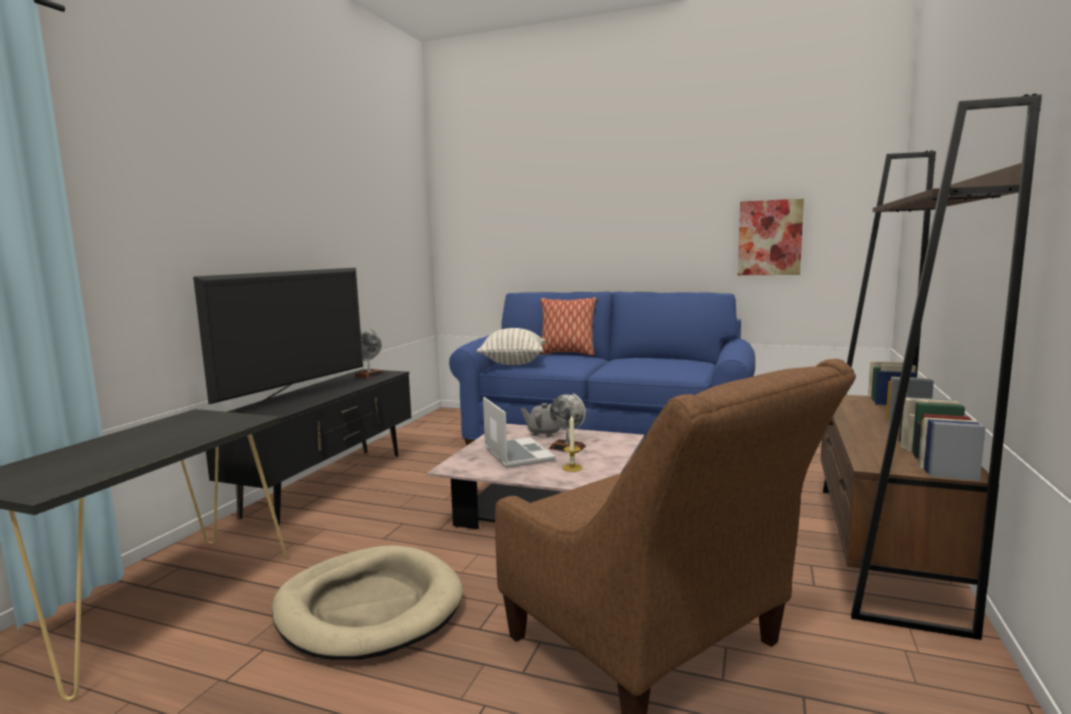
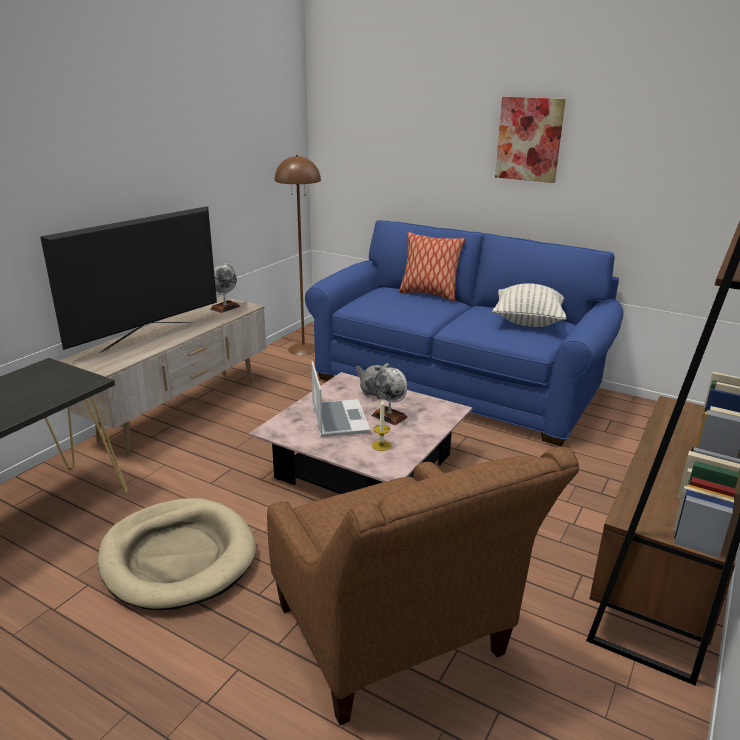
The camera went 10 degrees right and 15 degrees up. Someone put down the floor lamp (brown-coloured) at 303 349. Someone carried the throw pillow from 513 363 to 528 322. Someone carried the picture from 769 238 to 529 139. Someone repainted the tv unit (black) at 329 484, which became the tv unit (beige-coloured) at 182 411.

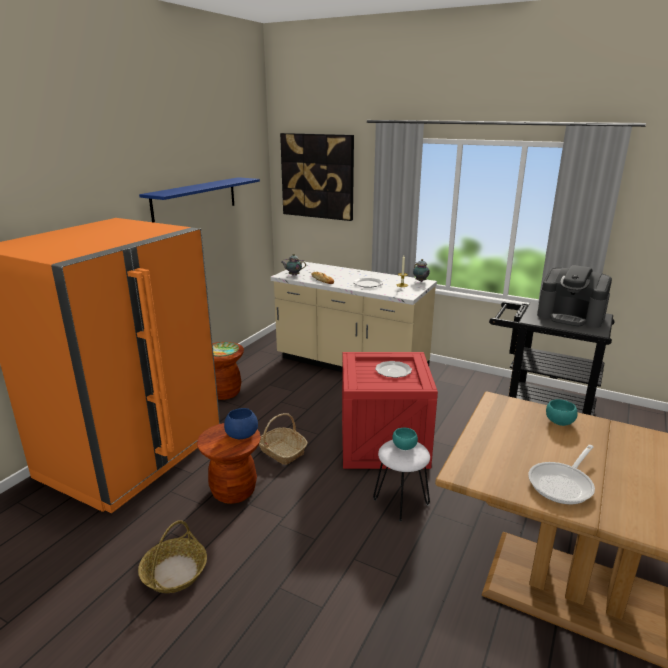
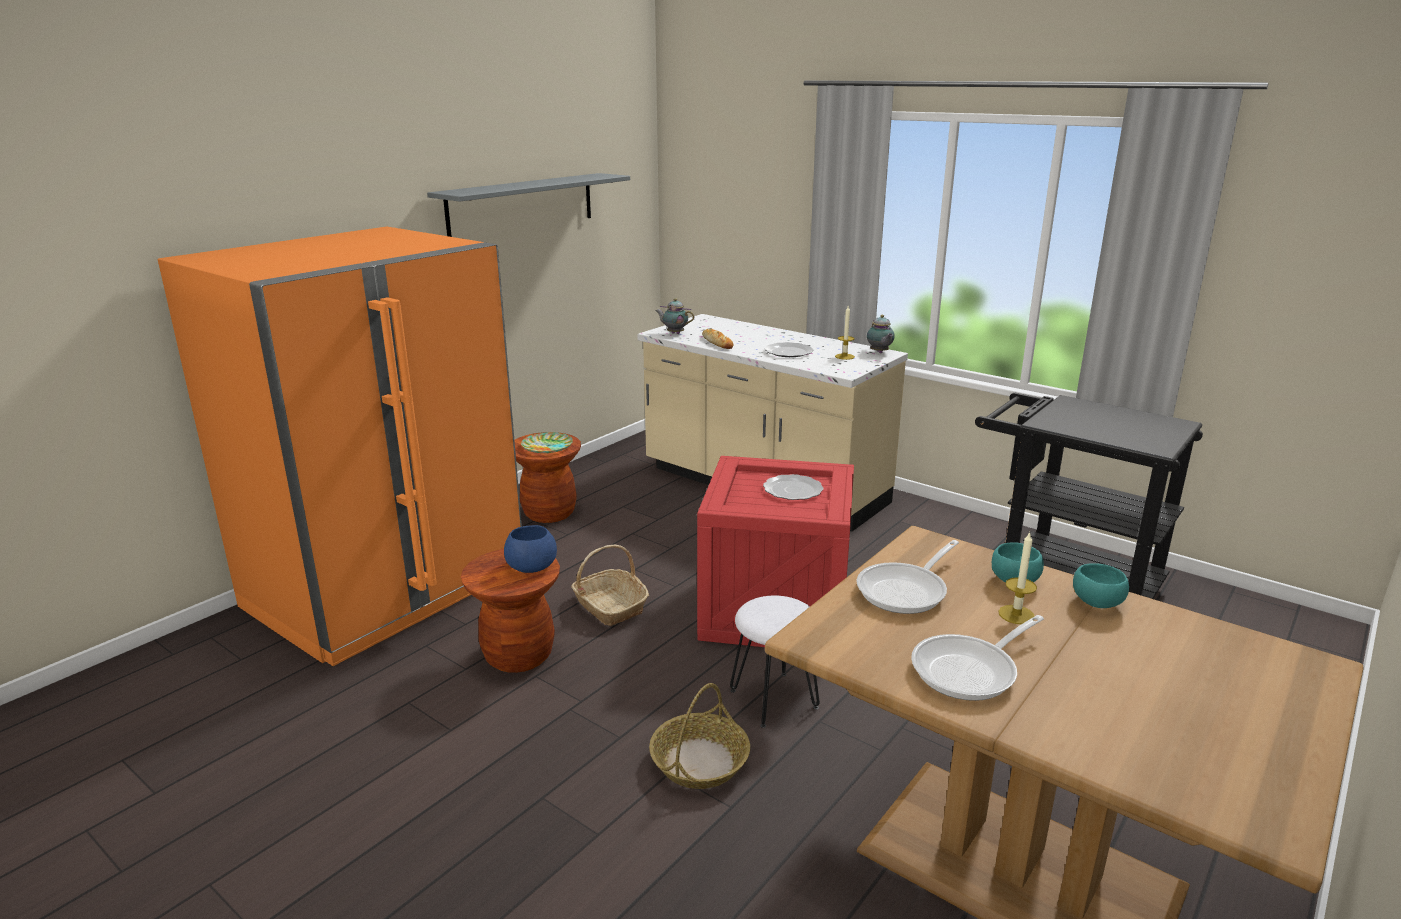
The camera went 10 degrees right and 0 degrees up. Someone took away the picture at 317 176. Someone took away the coffee machine at 571 316. Someone put down the pan at 906 591. Someone put down the wax light at 1016 614. Someone carried the storage basket from 174 572 to 699 761. Someone carried the deep dish (blue-green) from 404 447 to 1096 603. Someone repainted the shelf (blue-coloured) at 195 199, which became the shelf (grey) at 522 205.

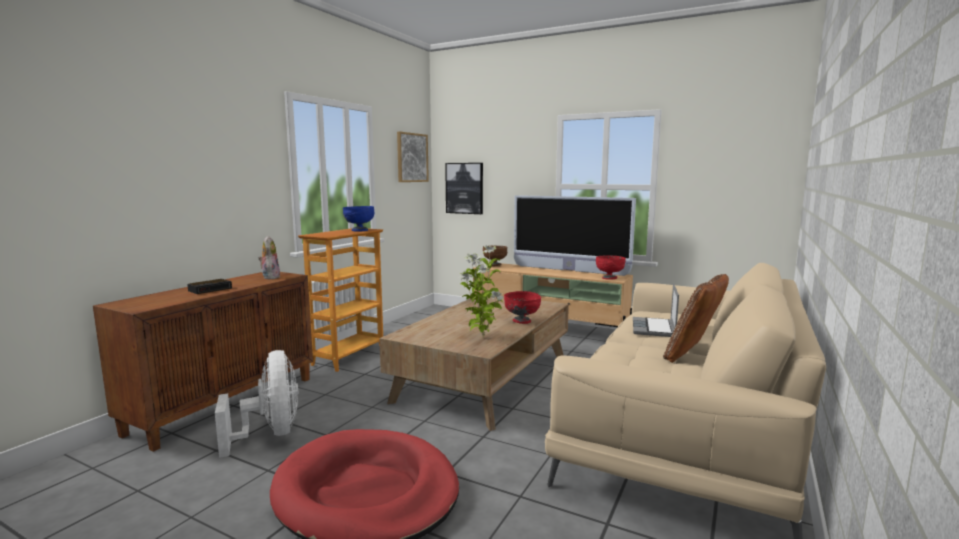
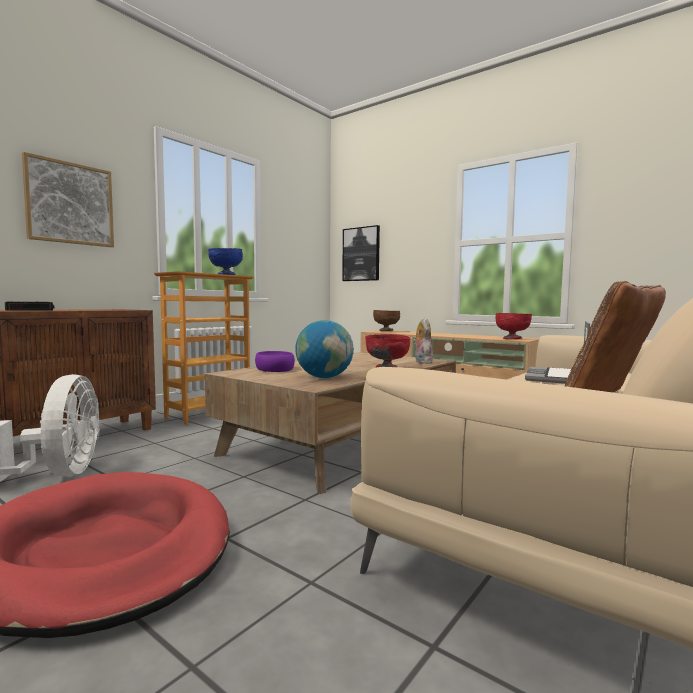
The camera went 10 degrees right and 5 degrees down. Someone took away the television at 569 270. Someone put down the deep dish (purple) at 274 368. Someone carried the cuddly toy from 270 277 to 422 362. Someone carried the picture from 412 157 to 70 203. Someone swapped the potted plant at 481 337 for the globe at 324 377.

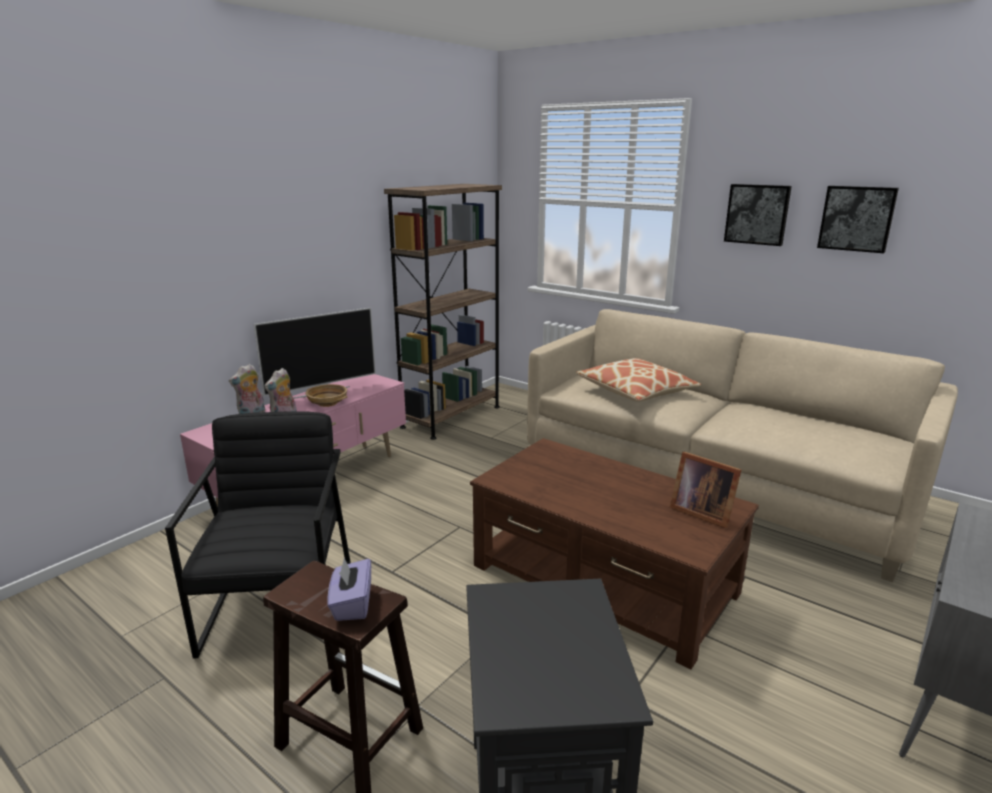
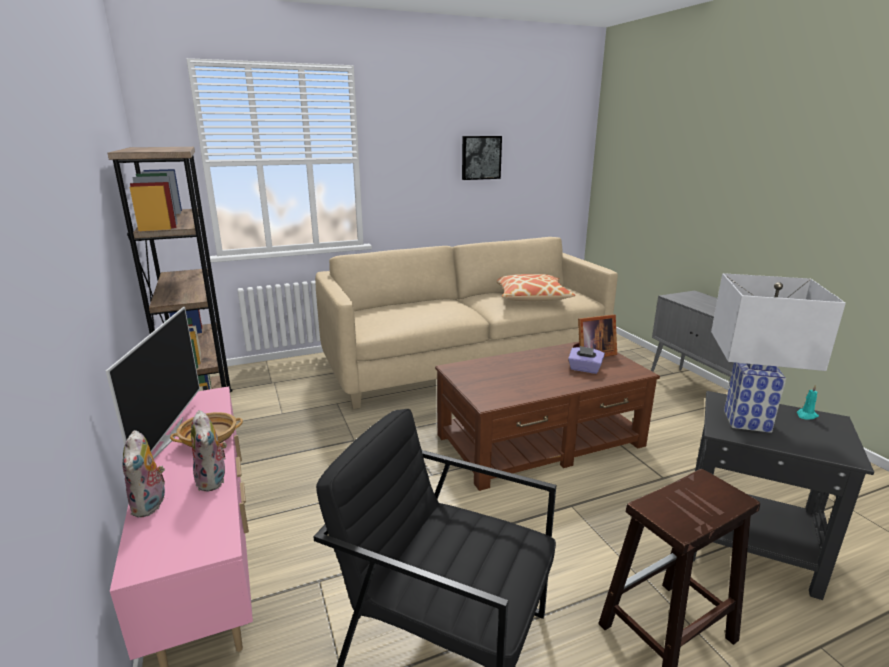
The camera went 60 degrees left and 0 degrees up. Someone took away the picture at 757 214. Someone put down the tabletop lamp (white) at 745 421. Someone put down the wax light (blue-green) at 806 415. Someone carried the tissue holder (purple) from 352 604 to 585 369. Someone carried the throw pillow from 636 391 to 531 297.

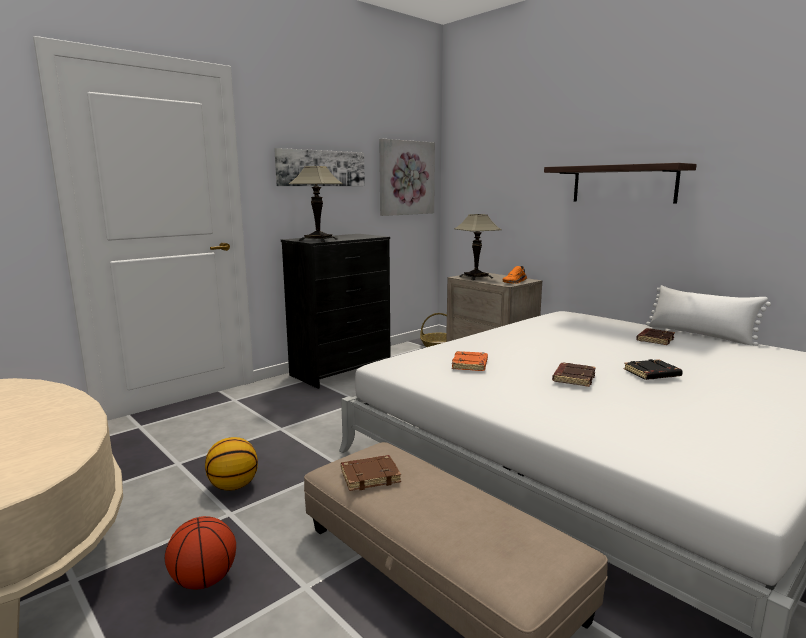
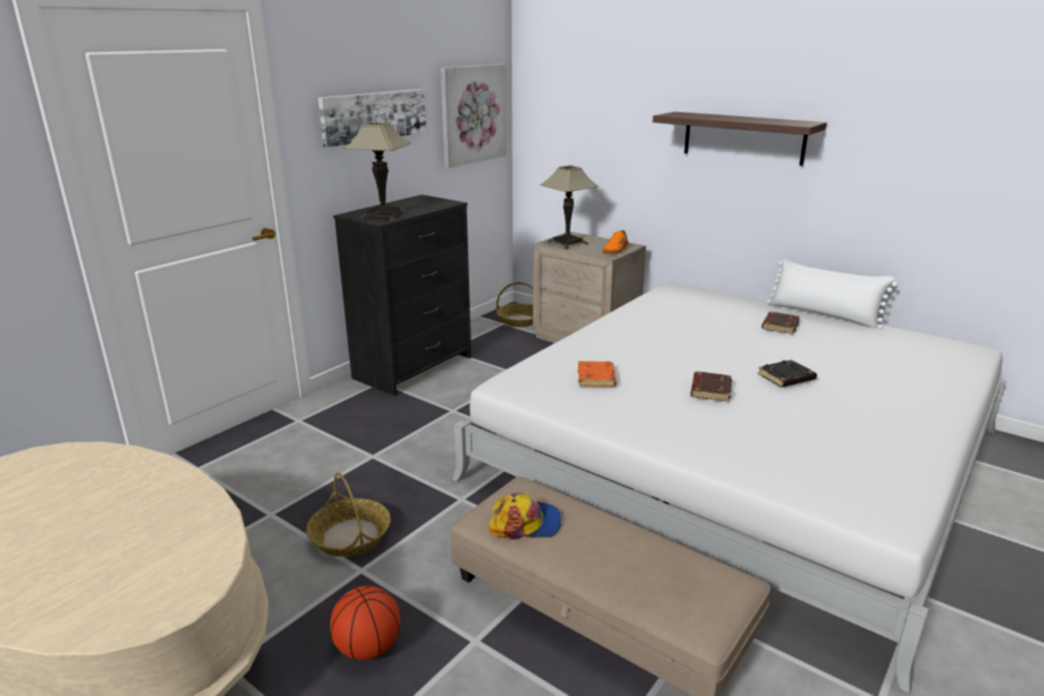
The camera went 10 degrees left and 10 degrees up. Someone swapped the basketball at 233 486 for the storage basket at 350 536. Someone swapped the book (brown-coloured) at 370 476 for the baseball cap at 525 523.

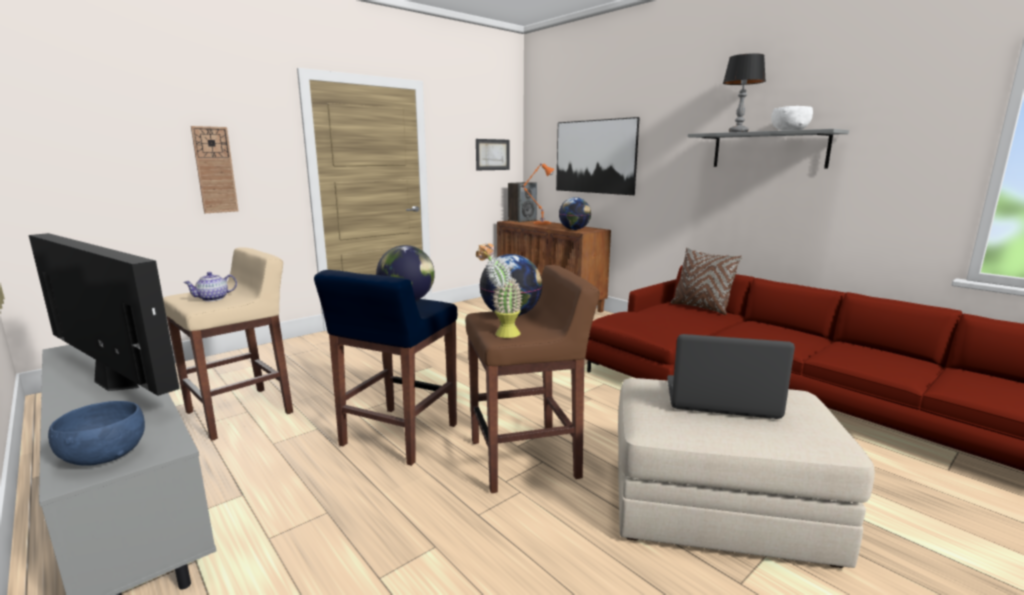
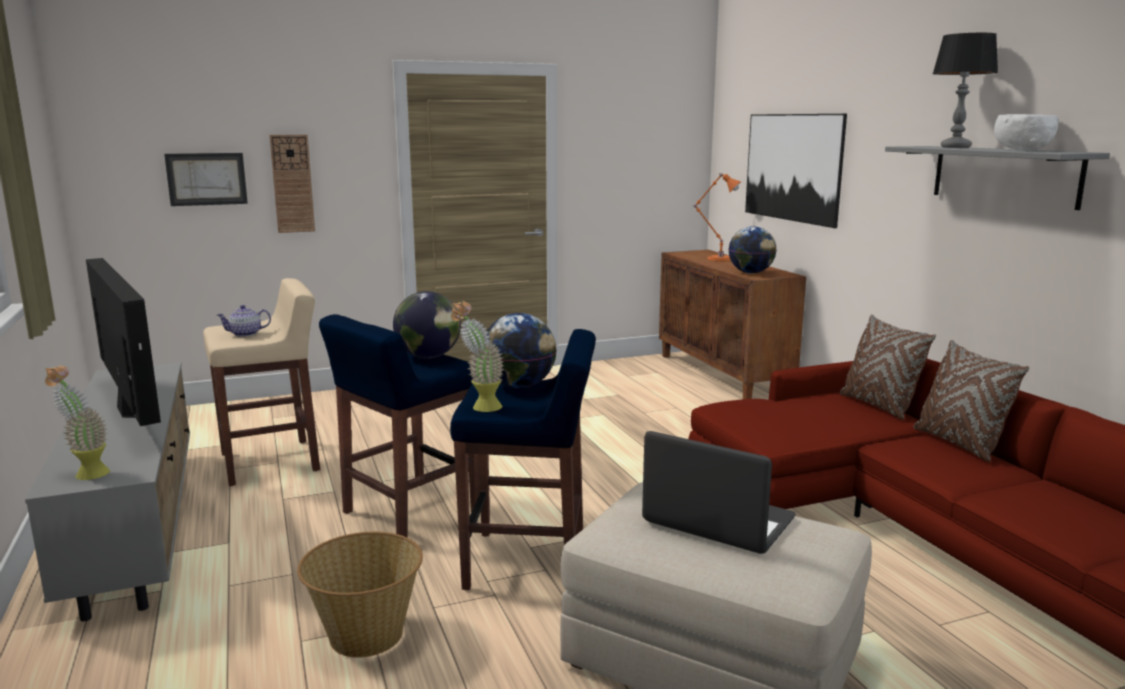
The camera went 20 degrees right and 0 degrees up. Someone took away the speaker at 522 220. Someone put down the storage basket at 366 636. Someone put down the throw pillow (brown-coloured) at 959 444. Someone carried the picture from 492 154 to 207 179. Someone swapped the deep dish (blue-coloured) at 104 456 for the potted plant at 85 473. Someone repainted the sitting stool (brown-coloured) at 526 459, which became the sitting stool (blue-coloured) at 529 563.

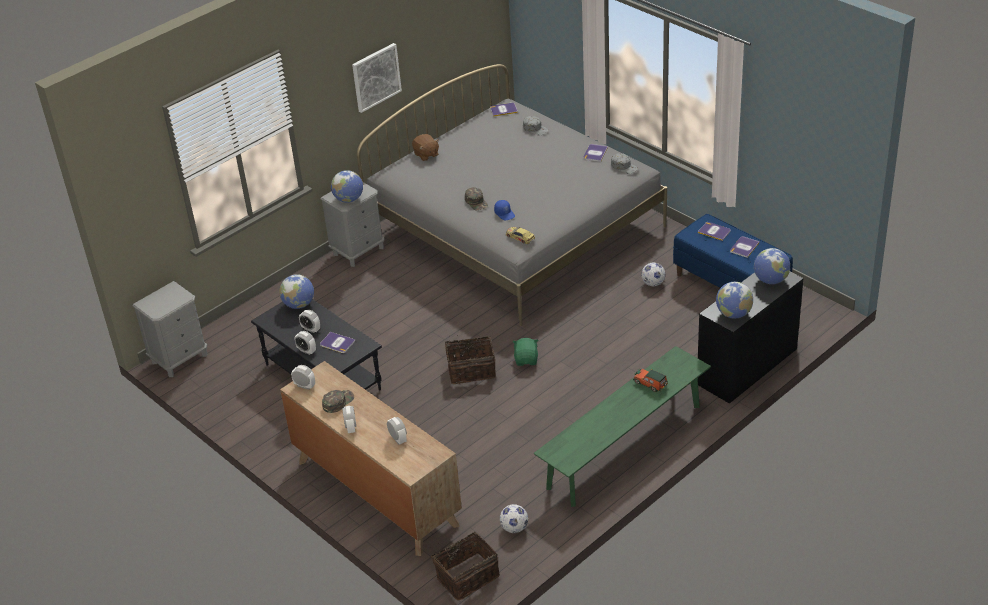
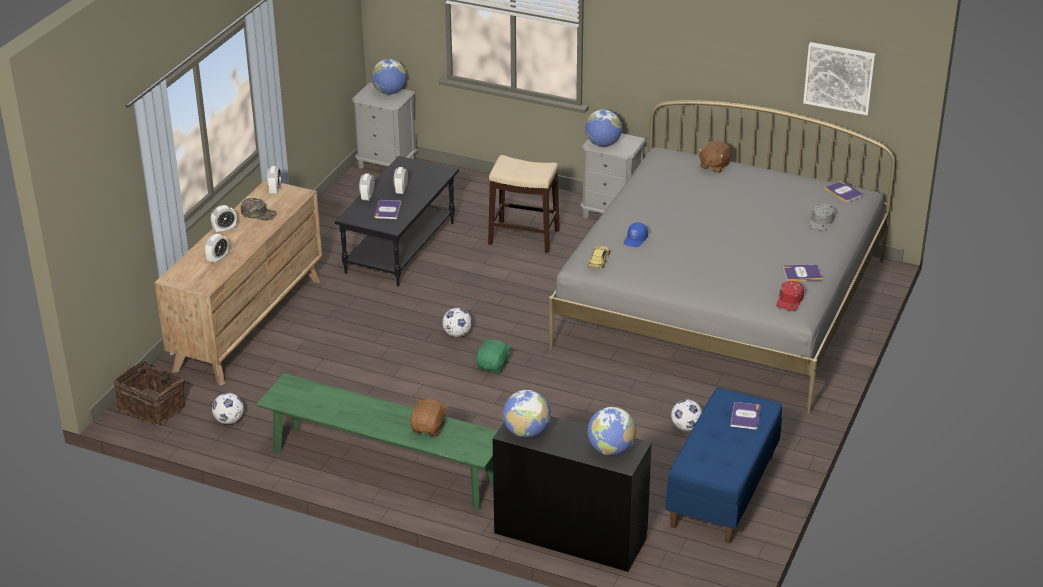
The camera went 65 degrees right and 5 degrees down. Someone took away the baseball cap (green-coloured) at 476 202. Someone took away the book at 744 247. Someone put down the sitting stool at 524 237. Someone carried the globe from 299 305 to 389 92. Someone carried the picture from 376 77 to 839 77. Someone swapped the storage basket at 471 370 for the ball for football at 457 334. Someone swapped the miniature car at 651 384 for the cuddly toy (brown-coloured) at 429 428. Someone repainted the baseball cap (grey) at 624 166, which became the baseball cap (red-coloured) at 790 300. Someone rotated the cuddly toy (green-coloured) at 526 360 by 45 degrees counterclockwise.

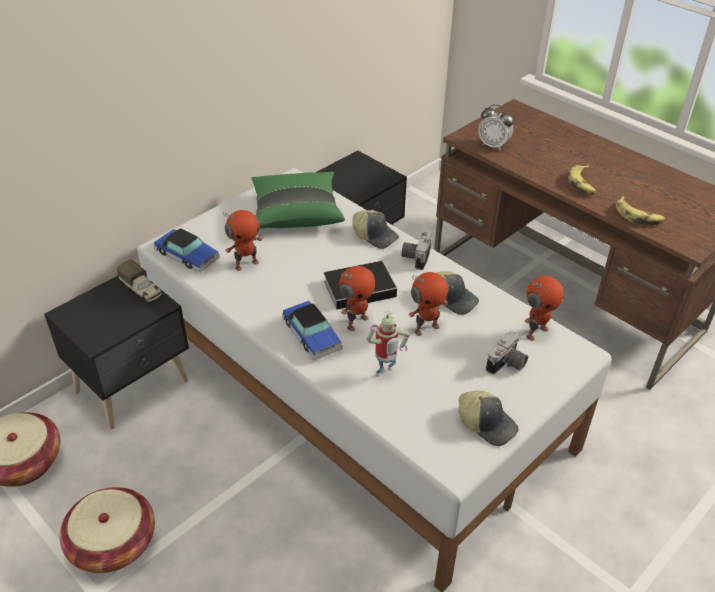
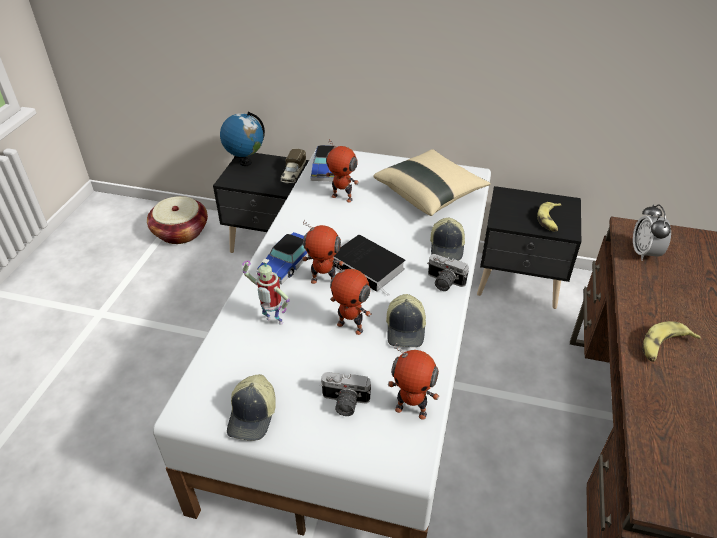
The camera went 60 degrees right and 0 degrees up. Someone took away the storage basket at 113 543. Someone put down the globe at 245 162. Someone carried the banana fruit from 638 216 to 550 220. Someone repainted the throw pillow (green-coloured) at 296 213, which became the throw pillow (beige-coloured) at 430 194. Someone rotated the photo camera at 415 257 by 135 degrees counterclockwise.

